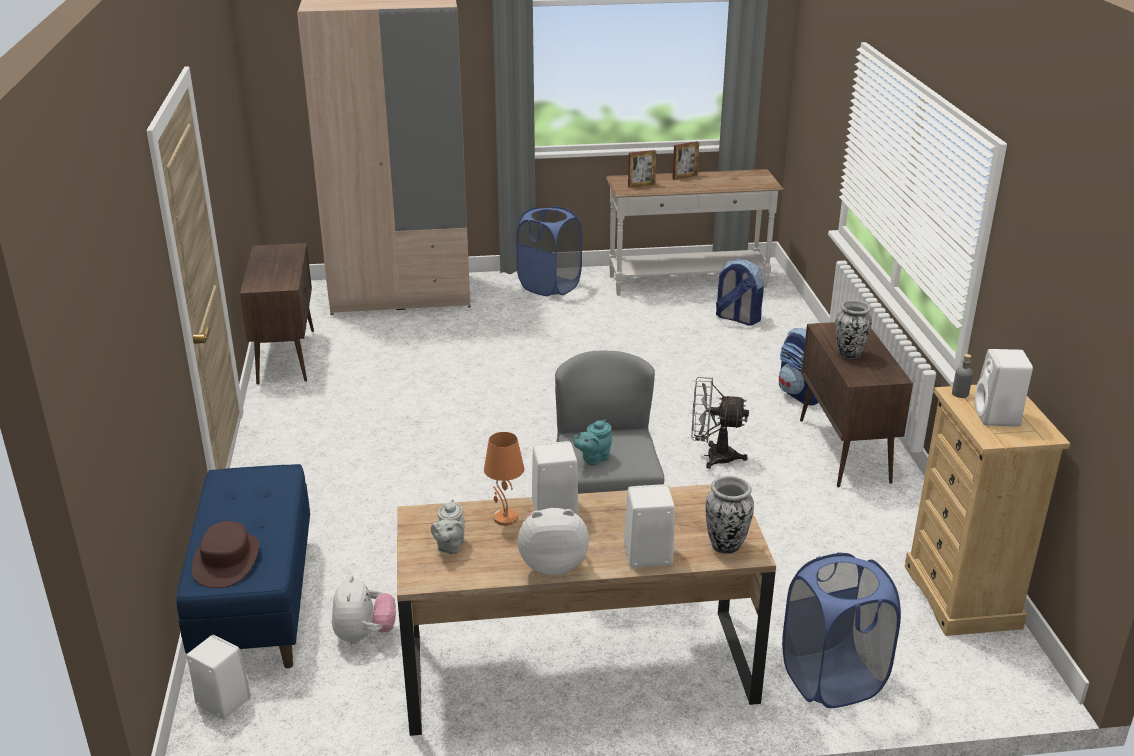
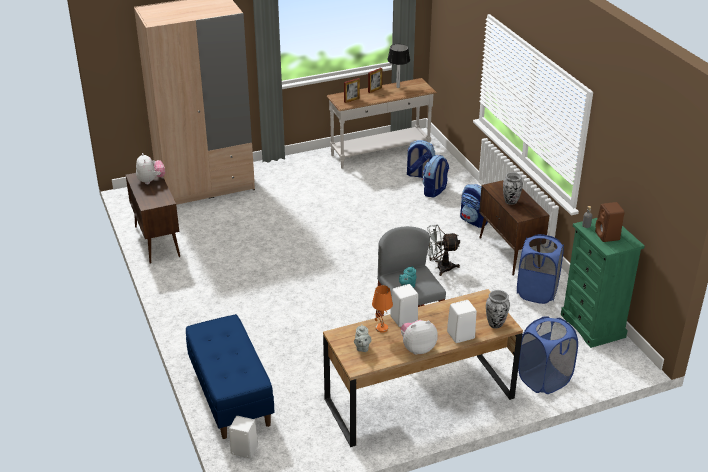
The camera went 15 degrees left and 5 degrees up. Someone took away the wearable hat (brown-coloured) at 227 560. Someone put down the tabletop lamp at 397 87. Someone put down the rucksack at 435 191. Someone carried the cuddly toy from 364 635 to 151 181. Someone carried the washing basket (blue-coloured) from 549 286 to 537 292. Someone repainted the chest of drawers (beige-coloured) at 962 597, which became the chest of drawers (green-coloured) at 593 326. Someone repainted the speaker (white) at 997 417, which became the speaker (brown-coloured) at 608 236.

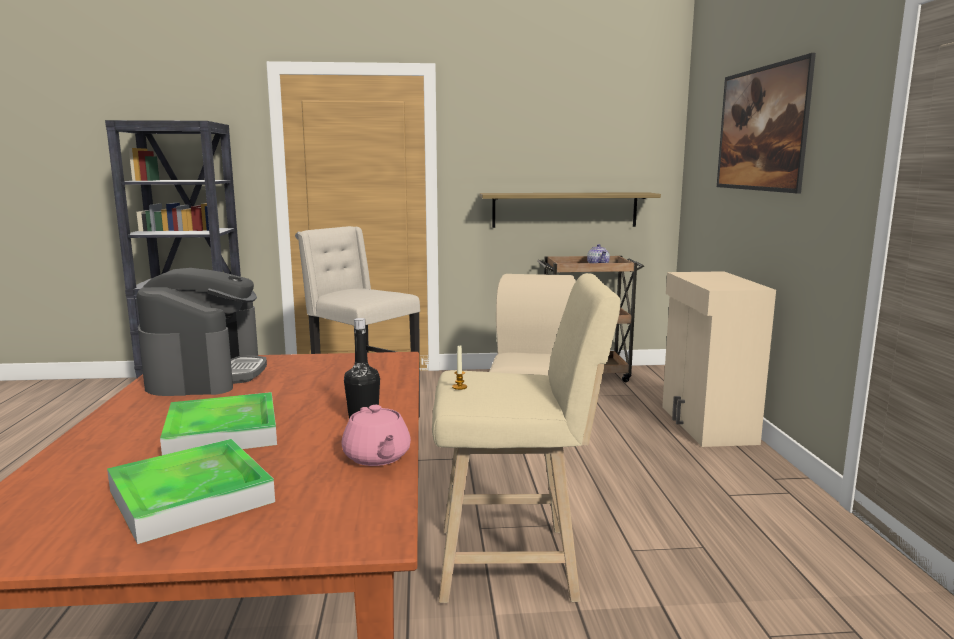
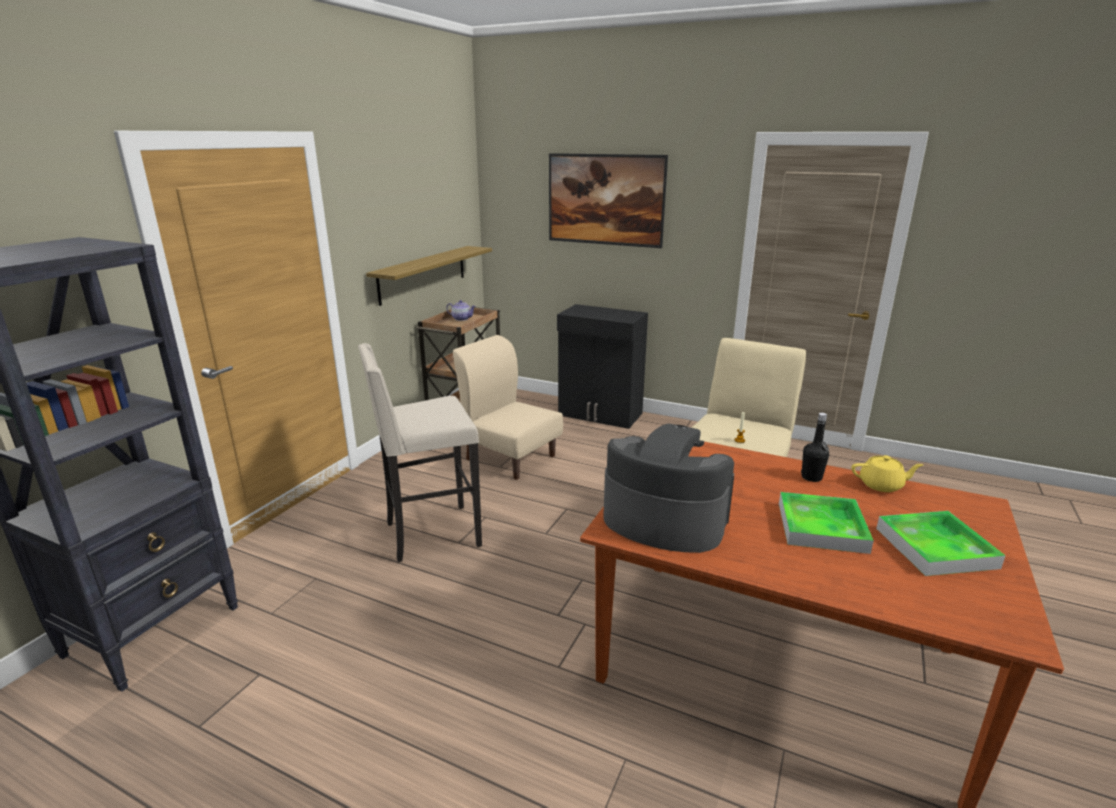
The camera went 60 degrees left and 10 degrees up. Someone repainted the pot for tea (pink-coloured) at 377 457, which became the pot for tea (yellow-coloured) at 881 485. Someone repainted the storage cabinet (beige-coloured) at 706 425, which became the storage cabinet (black) at 600 415.

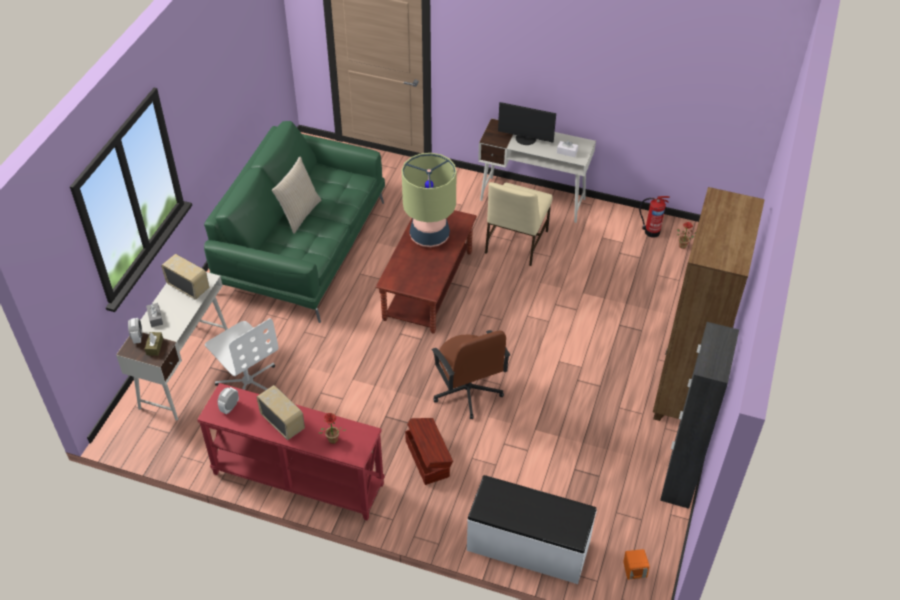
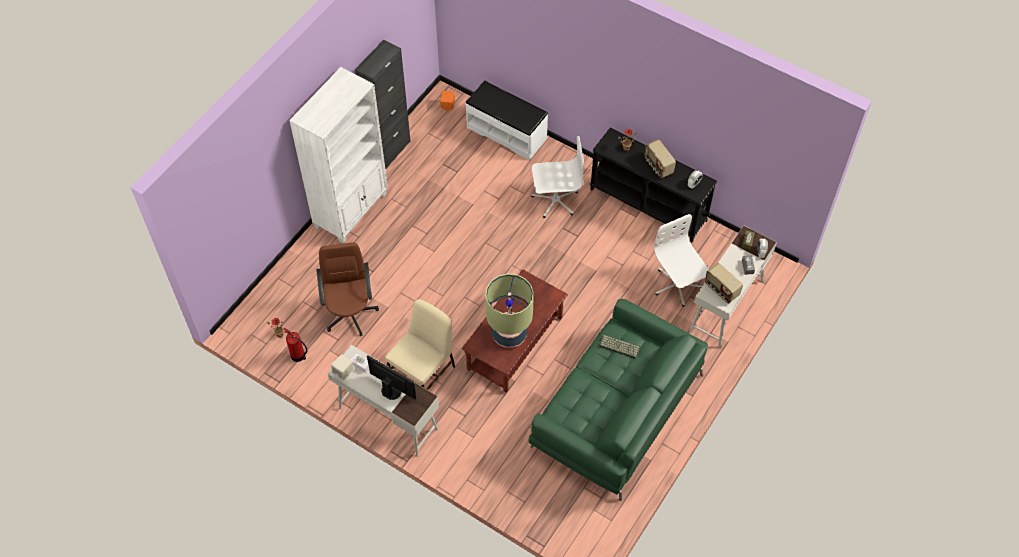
The camera went 165 degrees left and 10 degrees up. Someone took away the throw pillow (beige-coloured) at 299 214. Someone put down the speaker (beige-coloured) at 343 372. Someone put down the computer keyboard at 618 347. Someone carried the desk chair (brown-coloured) from 467 391 to 350 312. Someone swapped the storage box (brown-coloured) at 428 458 for the desk chair (white) at 555 200. Someone repainted the console table (red-coloured) at 297 479, which became the console table (black) at 649 204. Someone repainted the shelving unit (brown-coloured) at 684 389, which became the shelving unit (white) at 352 210.

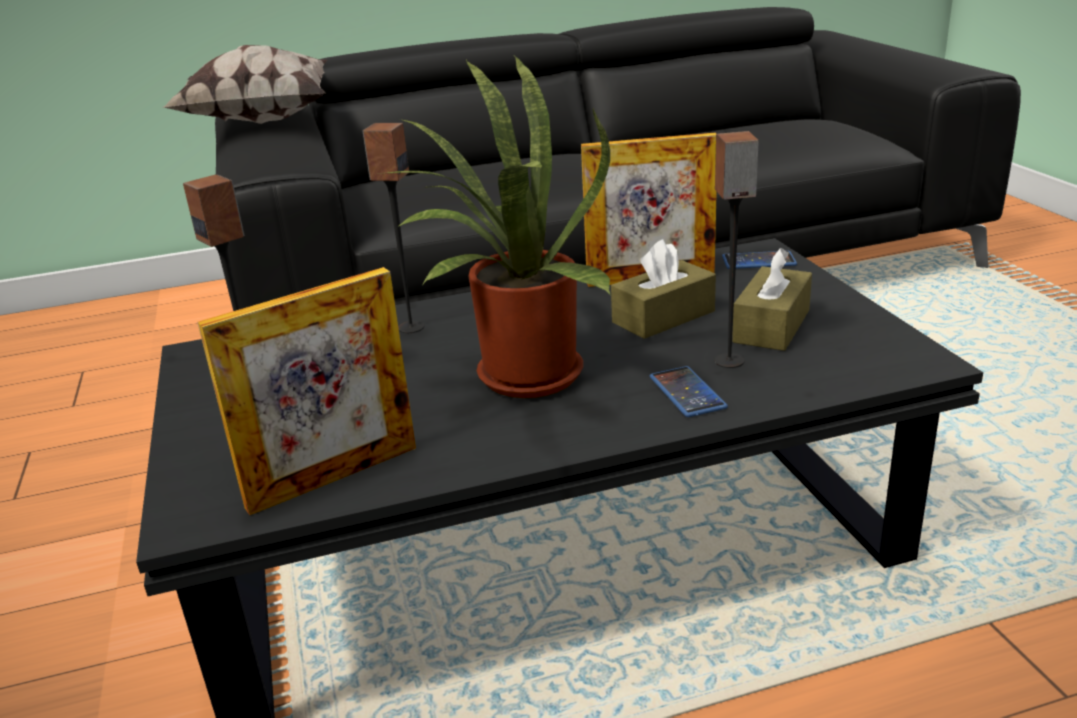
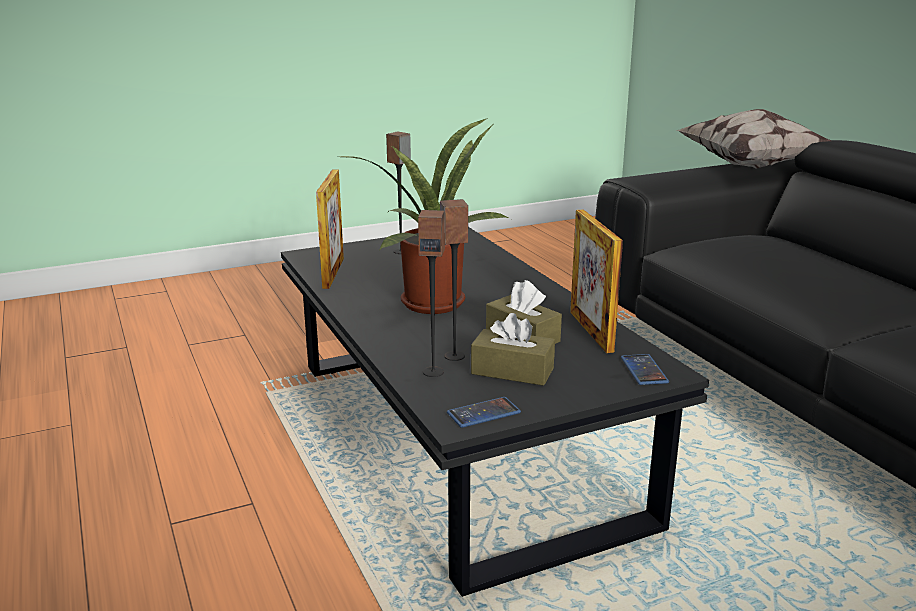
The camera went 80 degrees right and 5 degrees down. Someone carried the speaker from 410 327 to 433 372. Someone carried the phone from 687 392 to 483 413. Someone rotated the picture frame at 333 477 by 135 degrees counterclockwise.

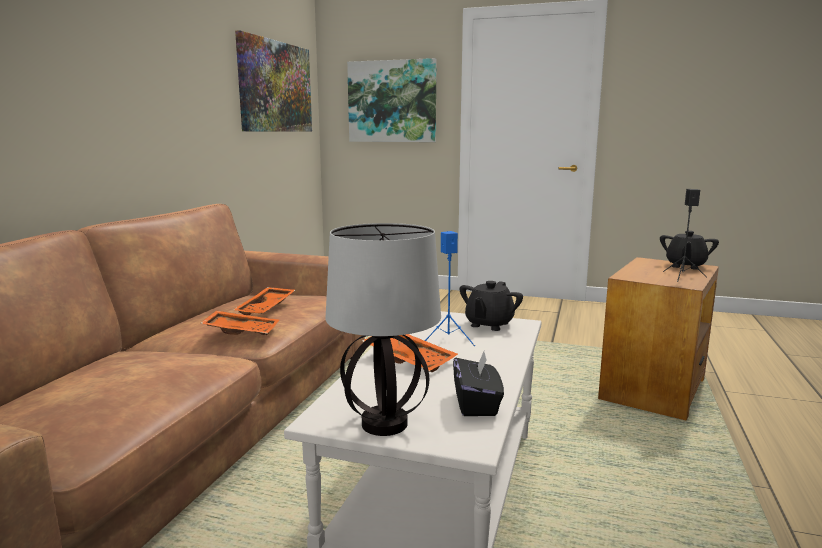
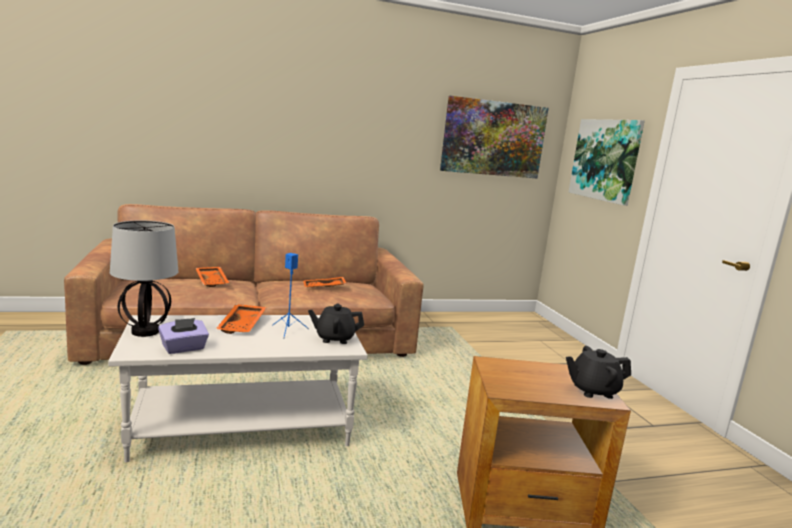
The camera went 55 degrees right and 0 degrees up. Someone took away the speaker (black) at 682 277. Someone carried the tray (orange) from 242 331 to 212 281. Someone repainted the tissue holder (black) at 476 404, which became the tissue holder (purple) at 184 348.

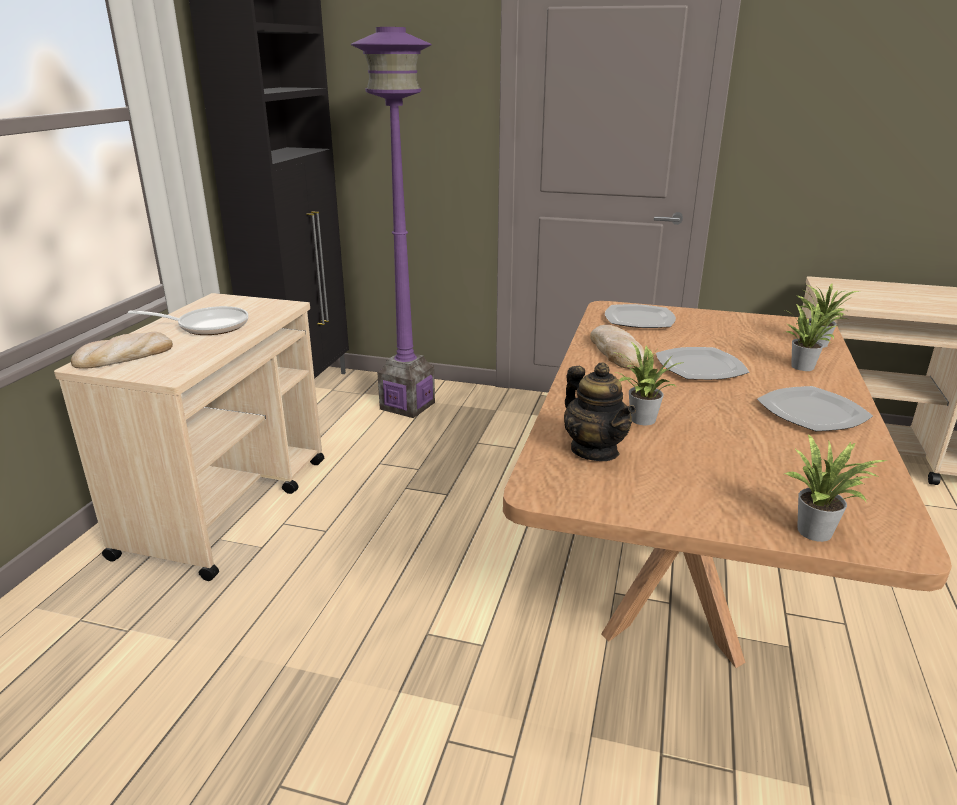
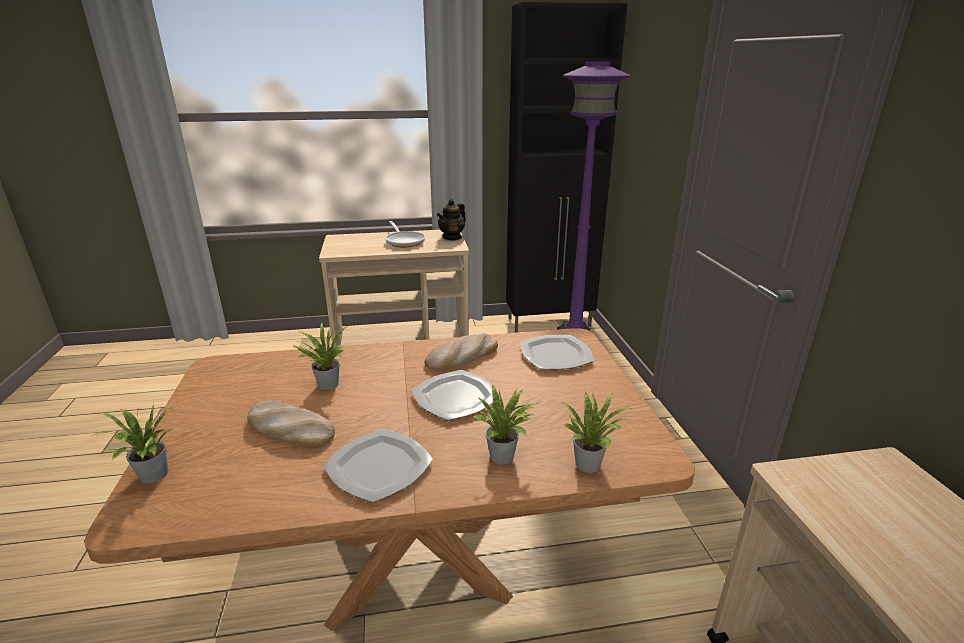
The camera went 65 degrees right and 0 degrees up. Someone carried the baked bread from 124 356 to 289 429. Someone carried the pot for tea from 594 450 to 452 237.

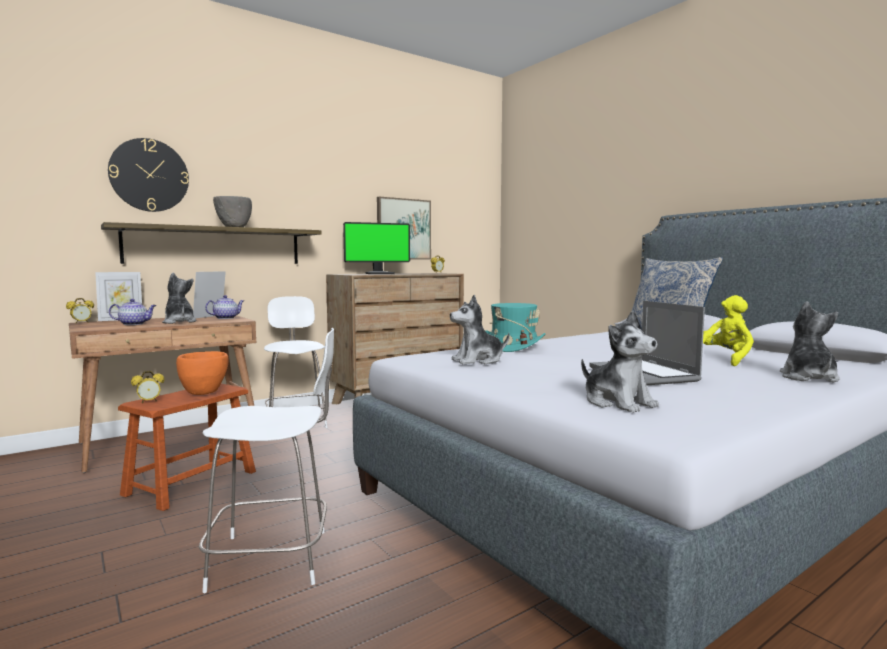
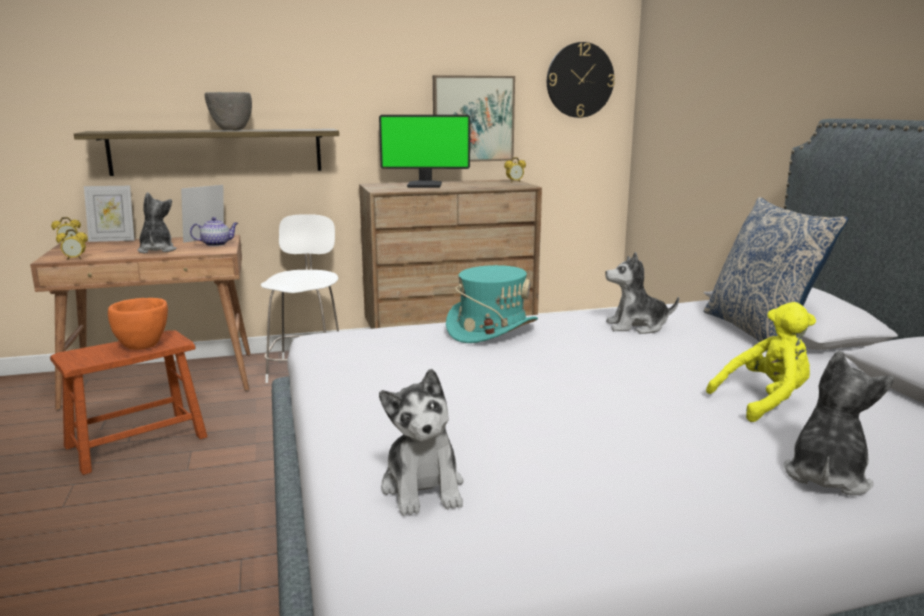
The camera went 20 degrees right and 10 degrees up. Someone took away the pot for tea at 134 324. Someone took away the upright chair (white) at 275 559. Someone took away the portable computer at 644 375. Someone carried the wall clock from 149 175 to 580 80. Someone carried the table clock from 149 401 to 75 259. Someone carried the cuddly toy from 478 360 to 636 326.

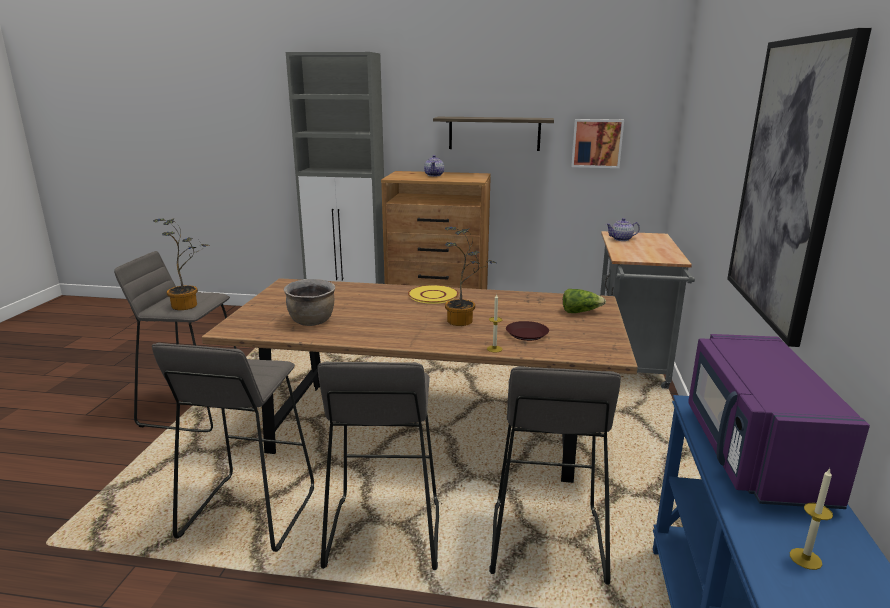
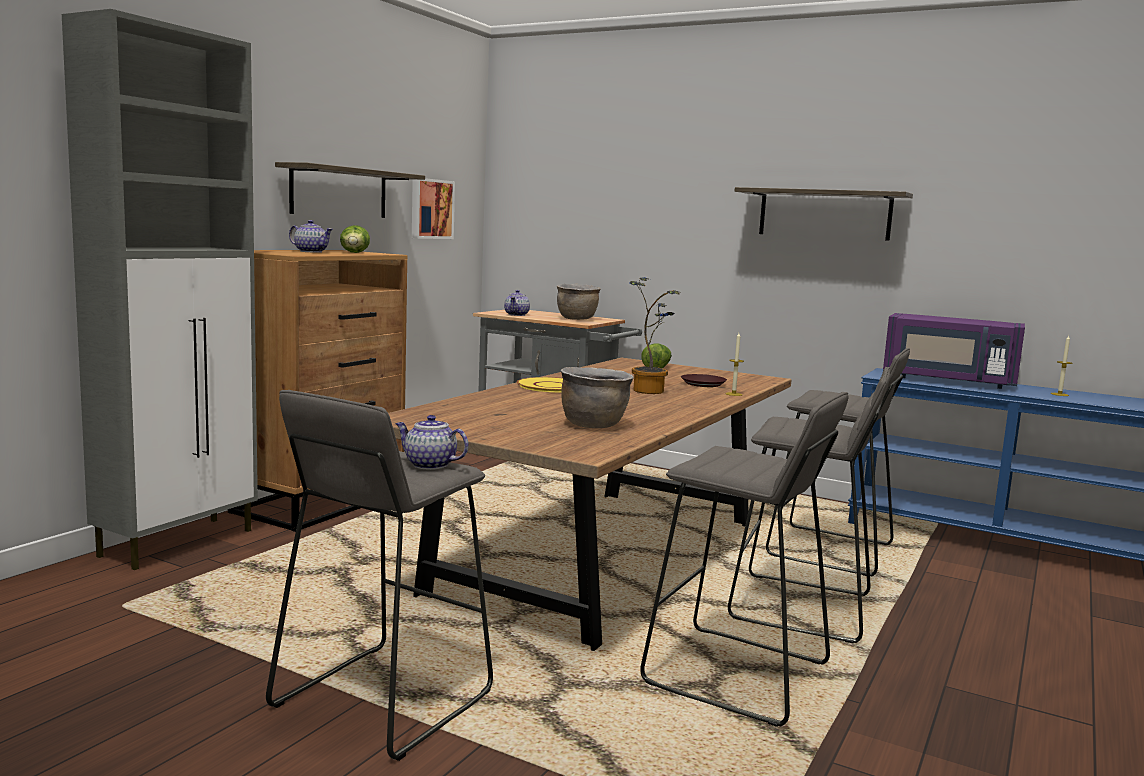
The camera went 70 degrees left and 10 degrees down. Someone put down the lettuce head at 355 253. Someone put down the saucepot (brown-coloured) at 577 319. Someone swapped the potted plant at 188 305 for the pot for tea at 429 465. Someone swapped the picture at 788 182 for the shelf at 824 214.

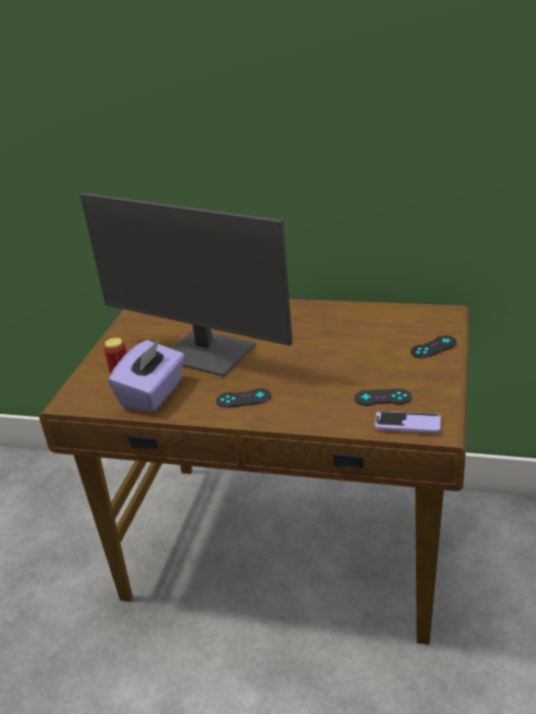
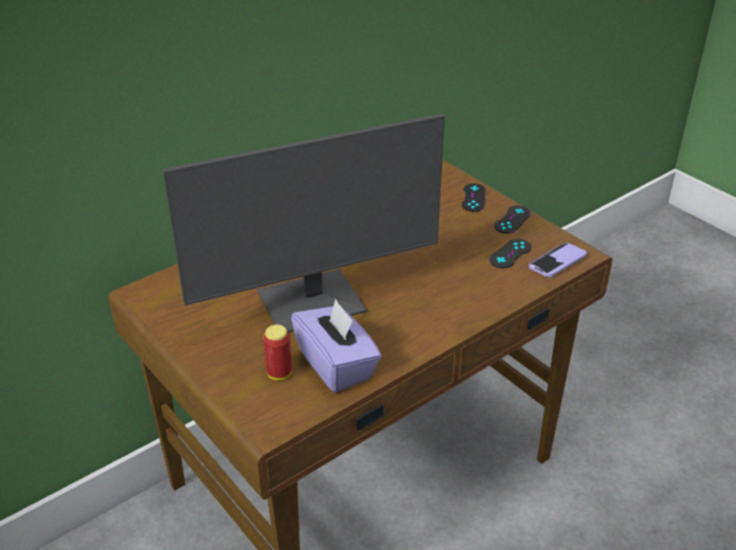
The camera went 55 degrees left and 5 degrees up. Someone carried the game controller (black) from 243 398 to 512 220.

